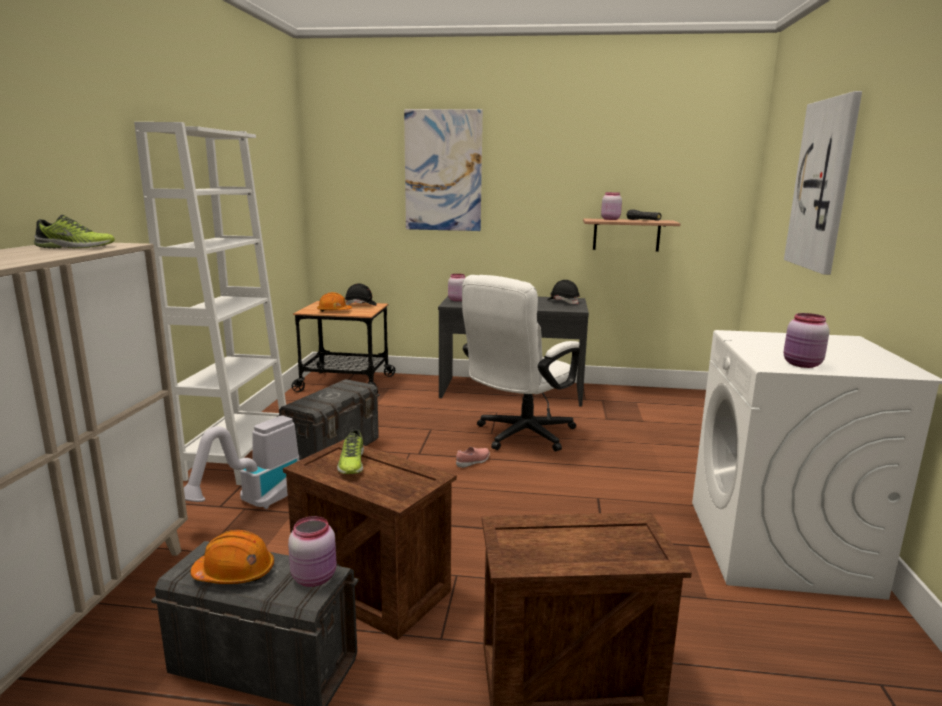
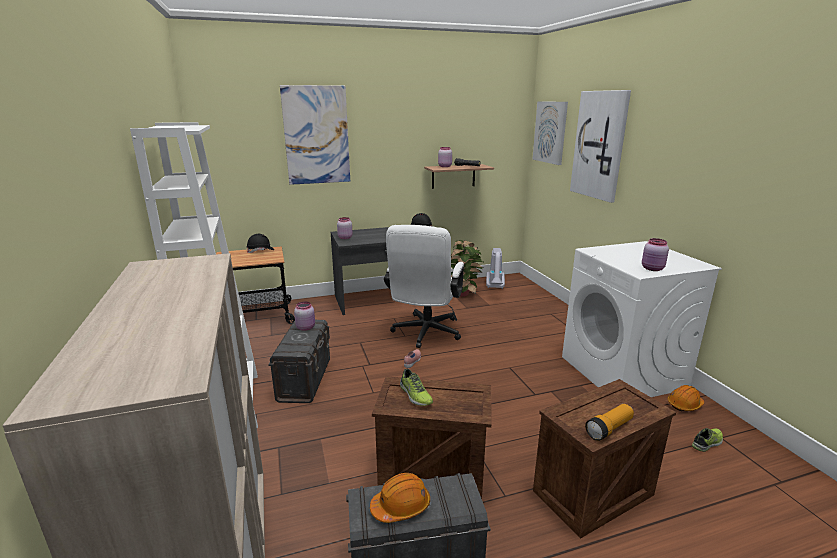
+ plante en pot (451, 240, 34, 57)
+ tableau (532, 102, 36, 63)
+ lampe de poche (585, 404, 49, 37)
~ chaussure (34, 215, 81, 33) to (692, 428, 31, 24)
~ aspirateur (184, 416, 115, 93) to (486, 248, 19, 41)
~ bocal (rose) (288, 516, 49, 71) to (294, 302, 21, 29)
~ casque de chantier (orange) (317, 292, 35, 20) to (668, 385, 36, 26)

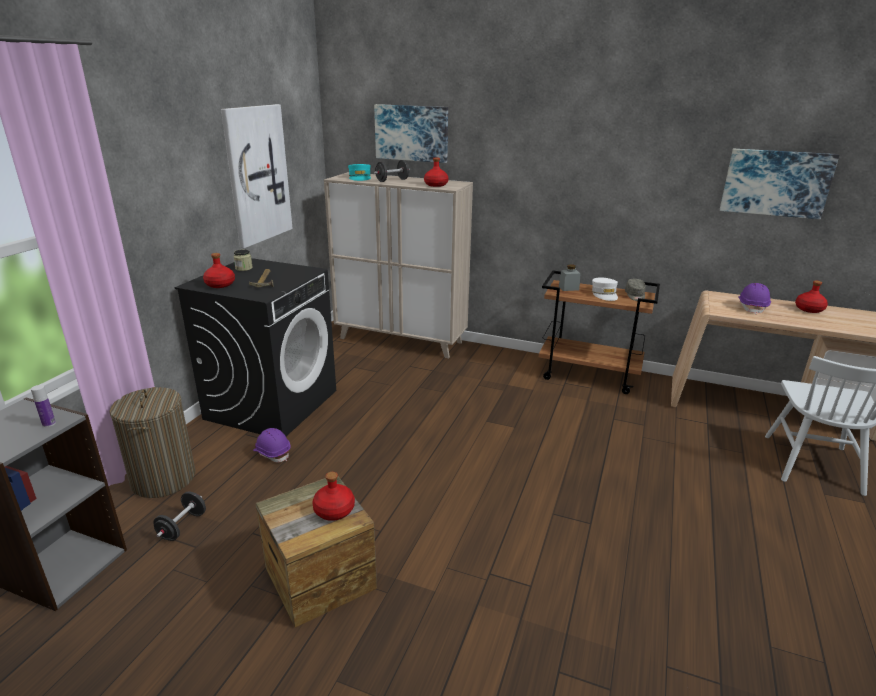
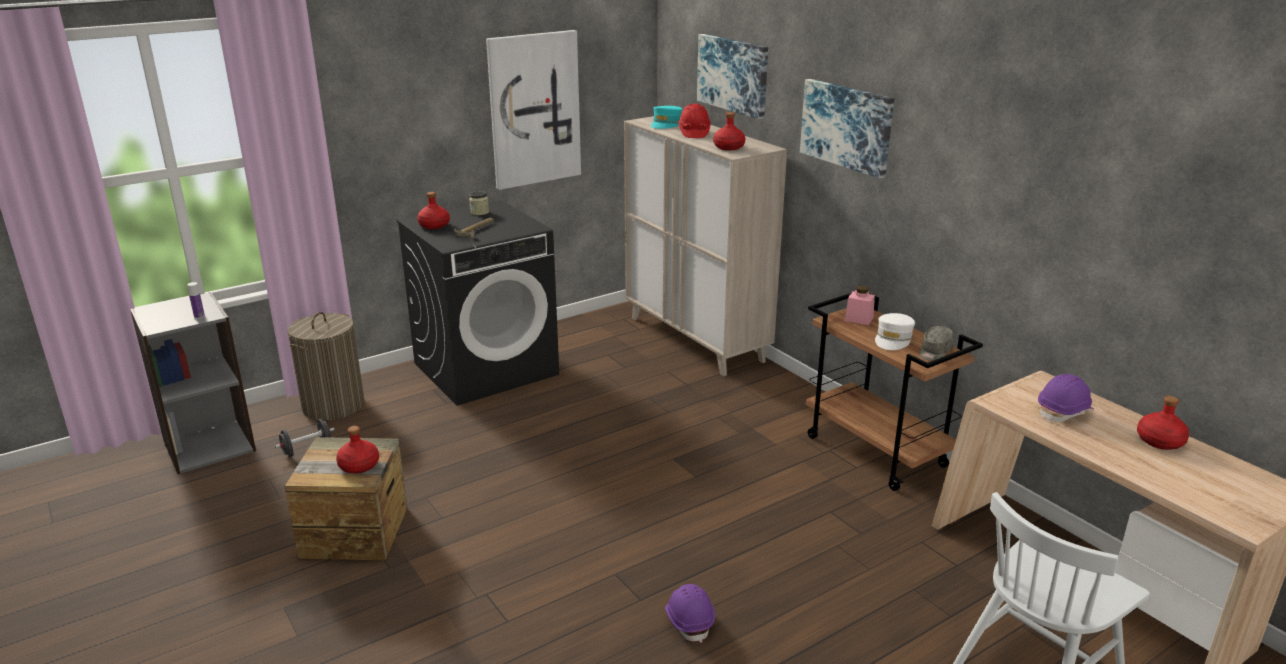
~ casque de chantier (violet) (253, 428, 37, 34) to (665, 584, 50, 59)
~ tableau (720, 149, 119, 70) to (800, 79, 94, 99)
~ haltère (noir) (374, 160, 36, 22) to casque de chantier (rouge) (678, 104, 33, 34)
~ bocal (gris) (559, 264, 22, 27) to bocal (rose) (845, 286, 30, 39)

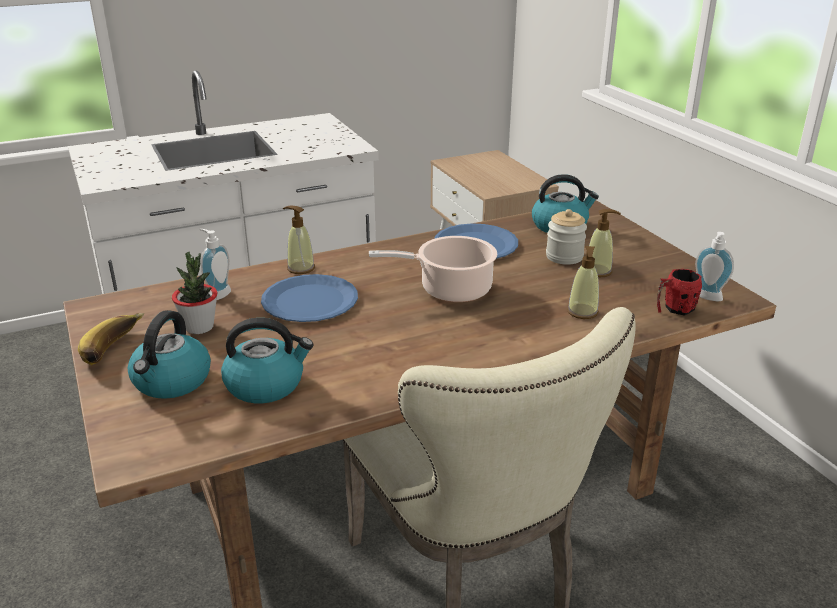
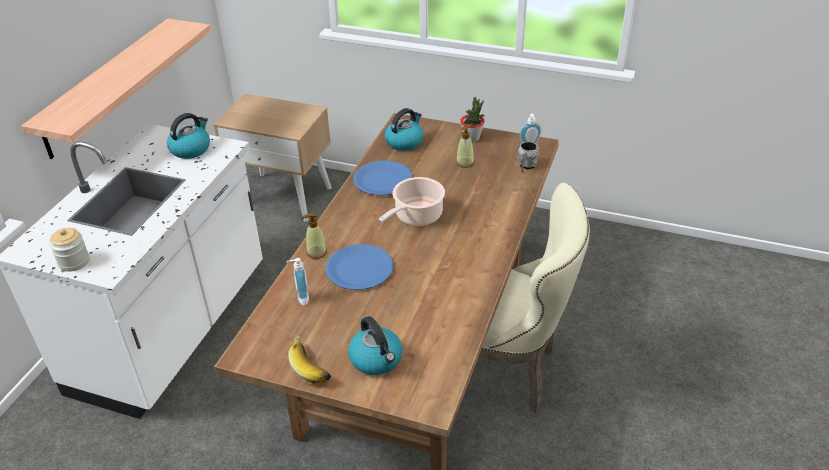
- distributeur de savon (567, 246, 32, 73)
+ étagère (21, 19, 190, 140)
~ plante en pot (172, 252, 46, 82) to (460, 97, 25, 45)
~ bouilloire (221, 318, 93, 85) to (167, 113, 43, 46)
~ bocal (546, 209, 41, 56) to (50, 228, 40, 43)
~ mug (rouge) (657, 269, 45, 47) to mug (gris) (518, 142, 21, 31)

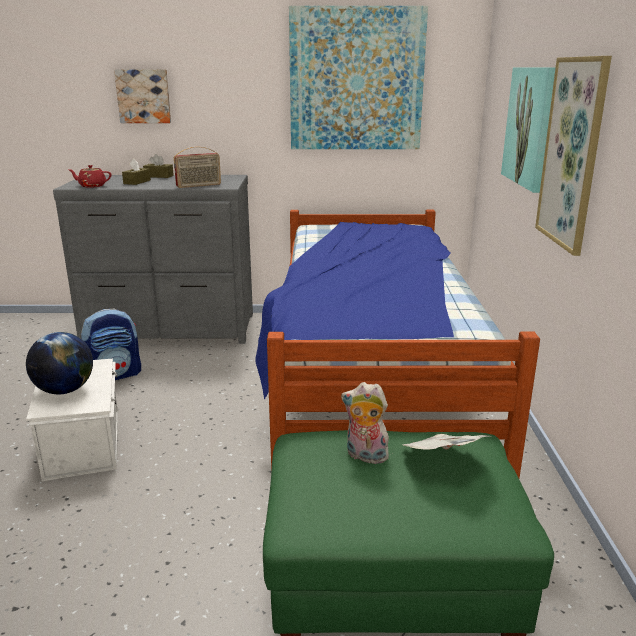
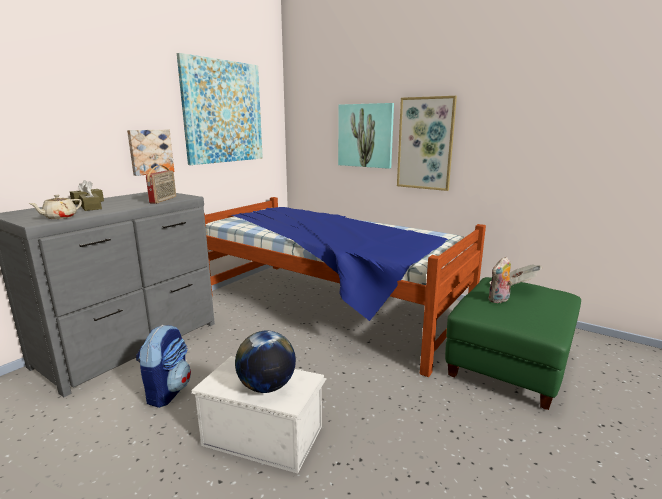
~ tableau (114, 69, 57, 54) to (127, 130, 47, 46)
~ théière (rouge) (68, 165, 43, 23) to théière (beige) (28, 195, 54, 24)

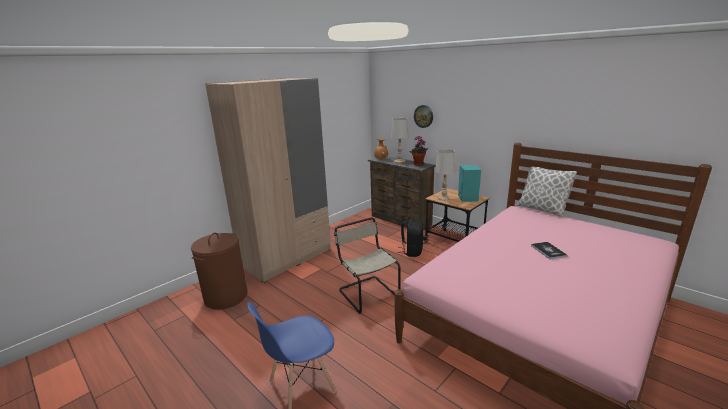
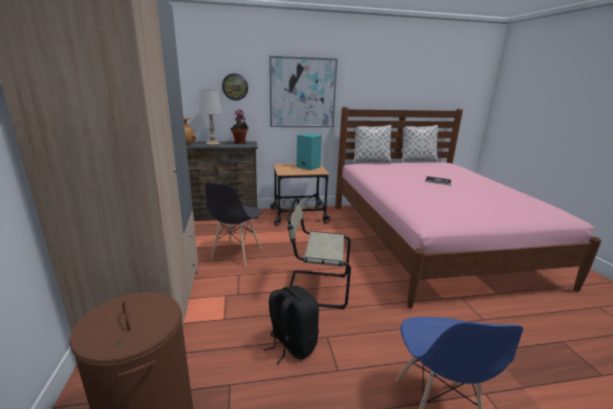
- lampe de table (blanc) (435, 149, 21, 51)
+ chaise (gris) (206, 183, 56, 83)
+ tableau (269, 56, 69, 71)
+ coussin (401, 125, 37, 37)
~ sac à dos (noir) (397, 217, 26, 40) to (263, 286, 56, 79)

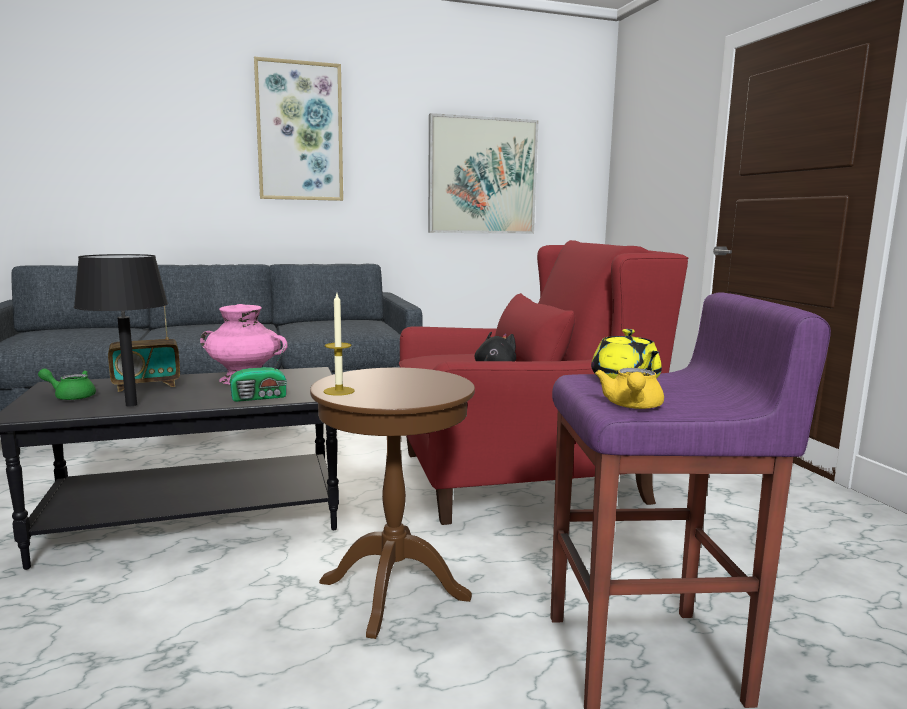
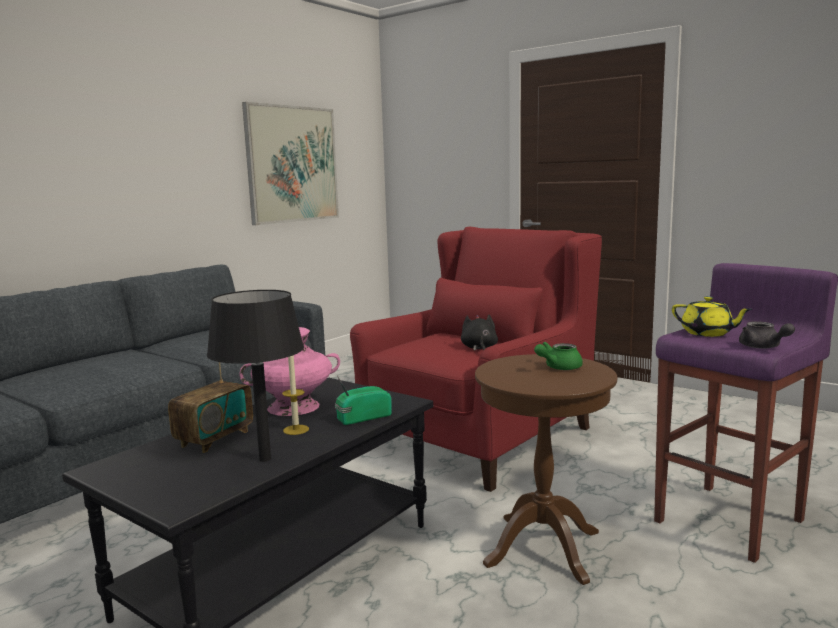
- tableau (254, 57, 89, 144)
~ théière (vert) (38, 368, 58, 32) to (534, 342, 49, 28)
~ bougie (324, 293, 31, 103) to (282, 355, 27, 80)
~ théière (jaune) (595, 368, 69, 41) to théière (gris) (739, 321, 56, 28)
~ radio (230, 344, 57, 58) = (335, 375, 57, 50) 150 degrees counterclockwise

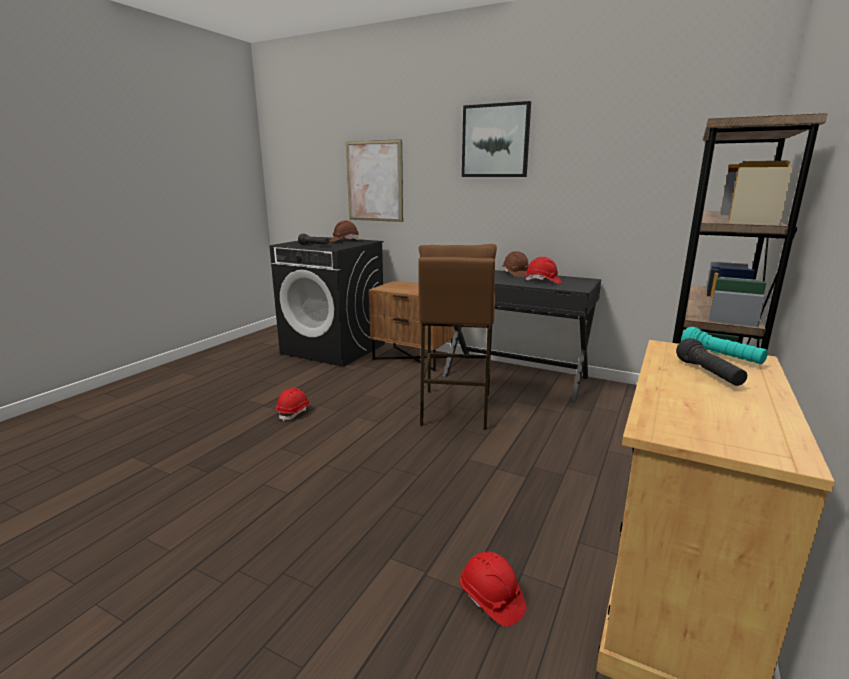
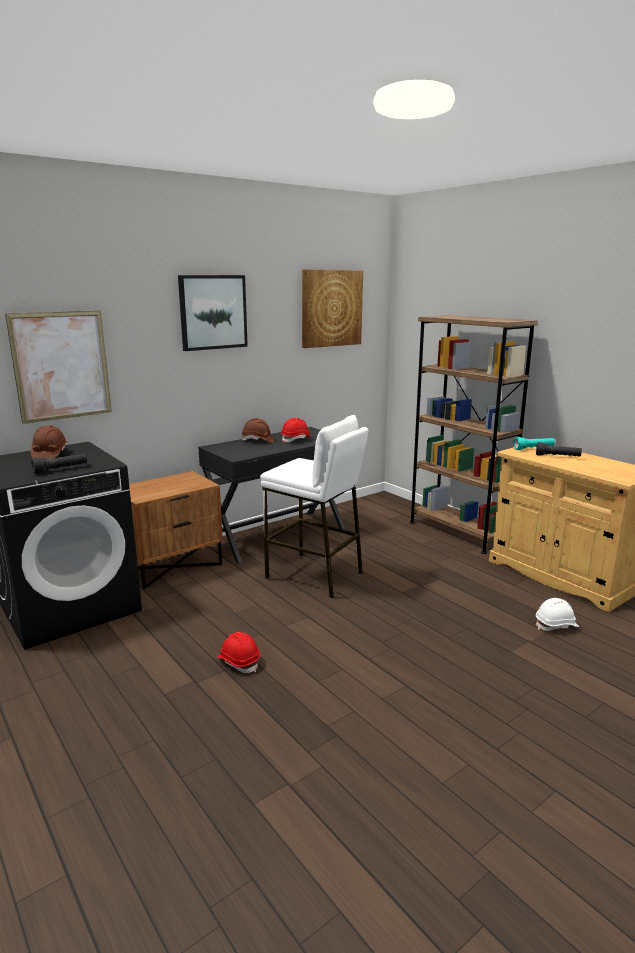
+ tableau (302, 269, 61, 79)
~ tabouret (marron) (418, 244, 79, 186) to tabouret (blanc) (260, 415, 108, 184)
~ casque de chantier (rouge) (460, 552, 66, 75) to casque de chantier (blanc) (536, 598, 43, 33)

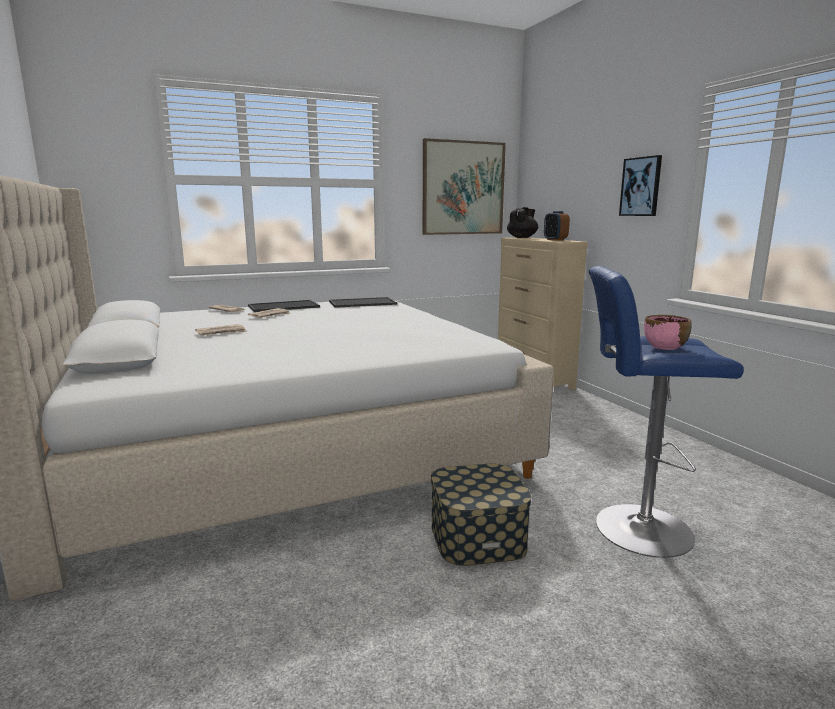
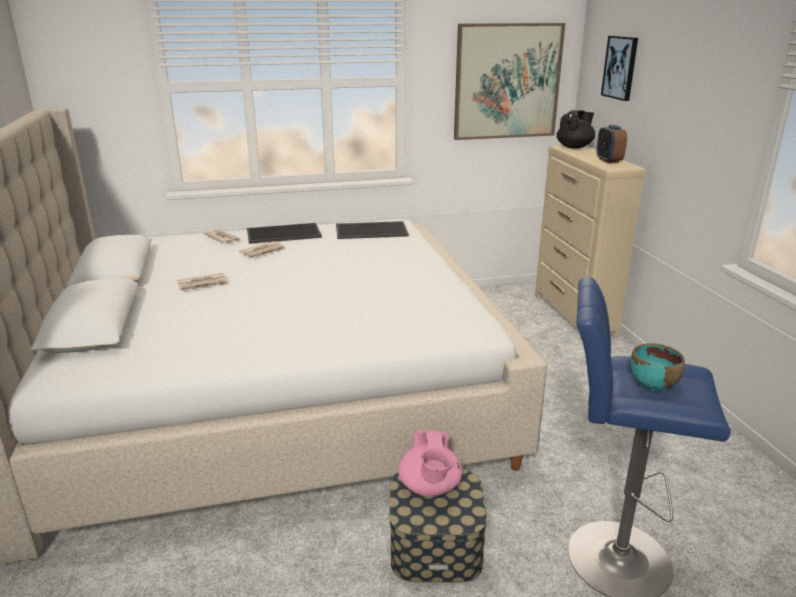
+ théière (rose) (398, 430, 64, 67)
~ tableau (619, 155, 43, 61) to (601, 36, 37, 65)
~ bol (rose) (644, 315, 48, 35) to bol (turquoise) (630, 343, 55, 48)

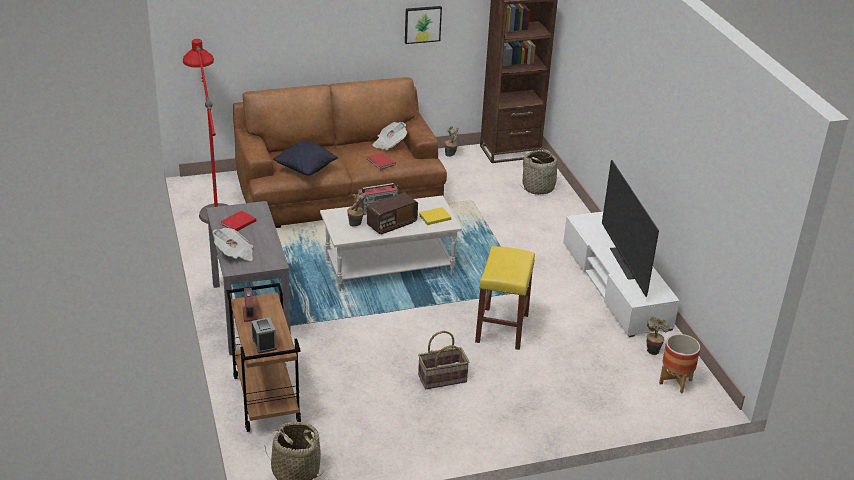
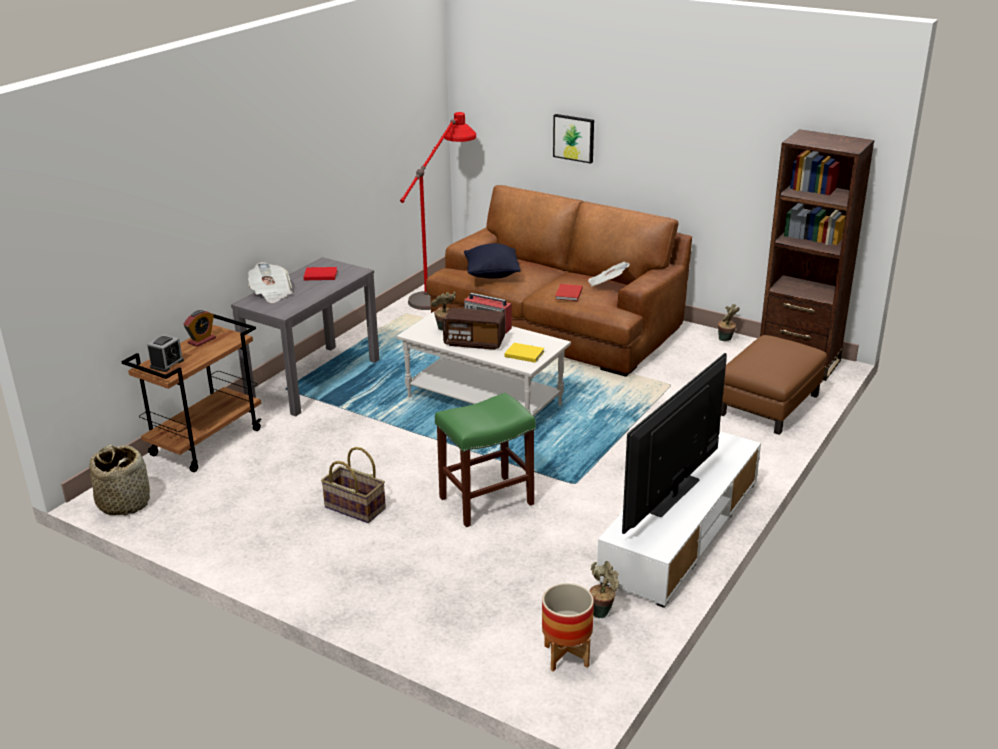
~ tableau (405, 6, 37, 38) to (553, 114, 41, 50)
~ panier (523, 148, 38, 47) to pouf (marron) (721, 335, 106, 100)
~ tabouret (jaune) (475, 246, 60, 104) to tabouret (vert) (435, 393, 101, 134)

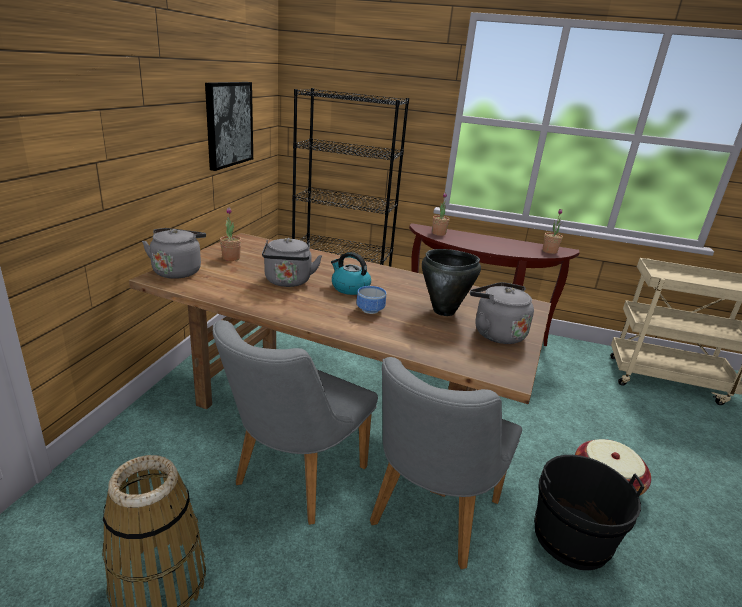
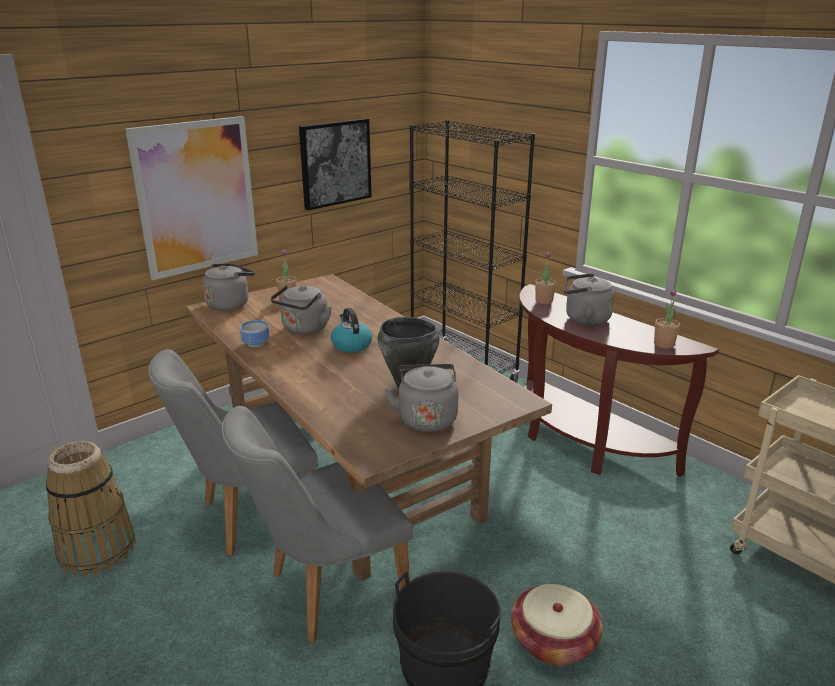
+ tableau (125, 116, 133, 164)
+ bouilloire (gris) (564, 273, 50, 52)
~ bol (356, 286, 30, 28) to (240, 320, 29, 27)

